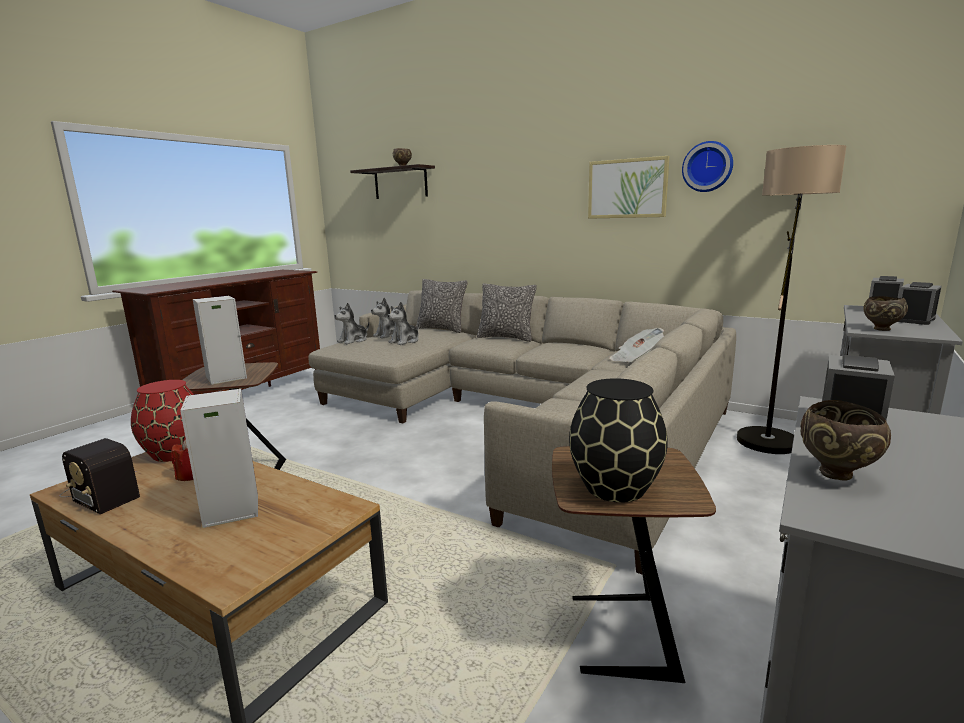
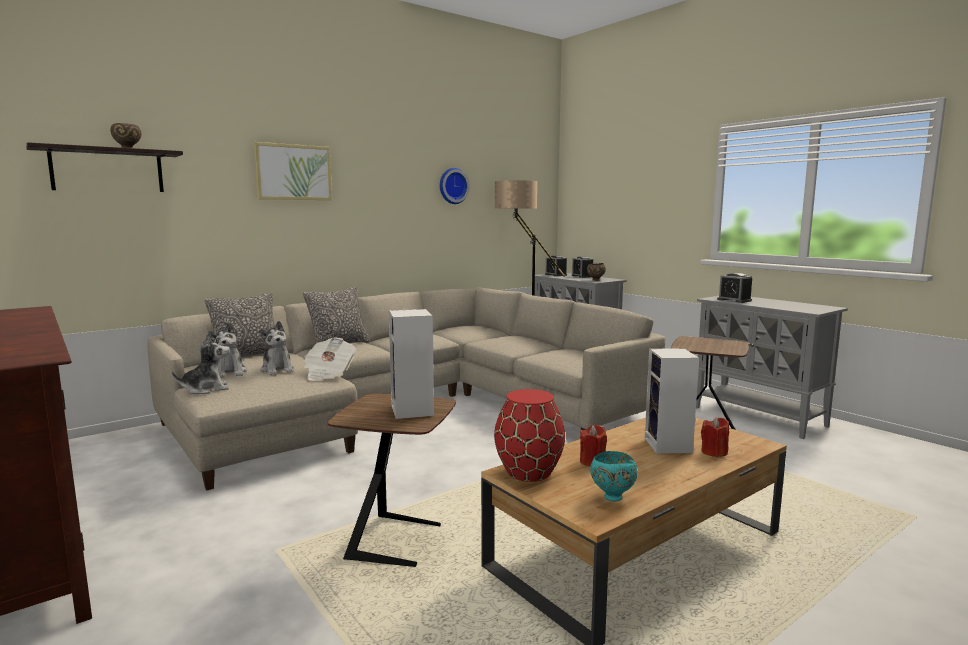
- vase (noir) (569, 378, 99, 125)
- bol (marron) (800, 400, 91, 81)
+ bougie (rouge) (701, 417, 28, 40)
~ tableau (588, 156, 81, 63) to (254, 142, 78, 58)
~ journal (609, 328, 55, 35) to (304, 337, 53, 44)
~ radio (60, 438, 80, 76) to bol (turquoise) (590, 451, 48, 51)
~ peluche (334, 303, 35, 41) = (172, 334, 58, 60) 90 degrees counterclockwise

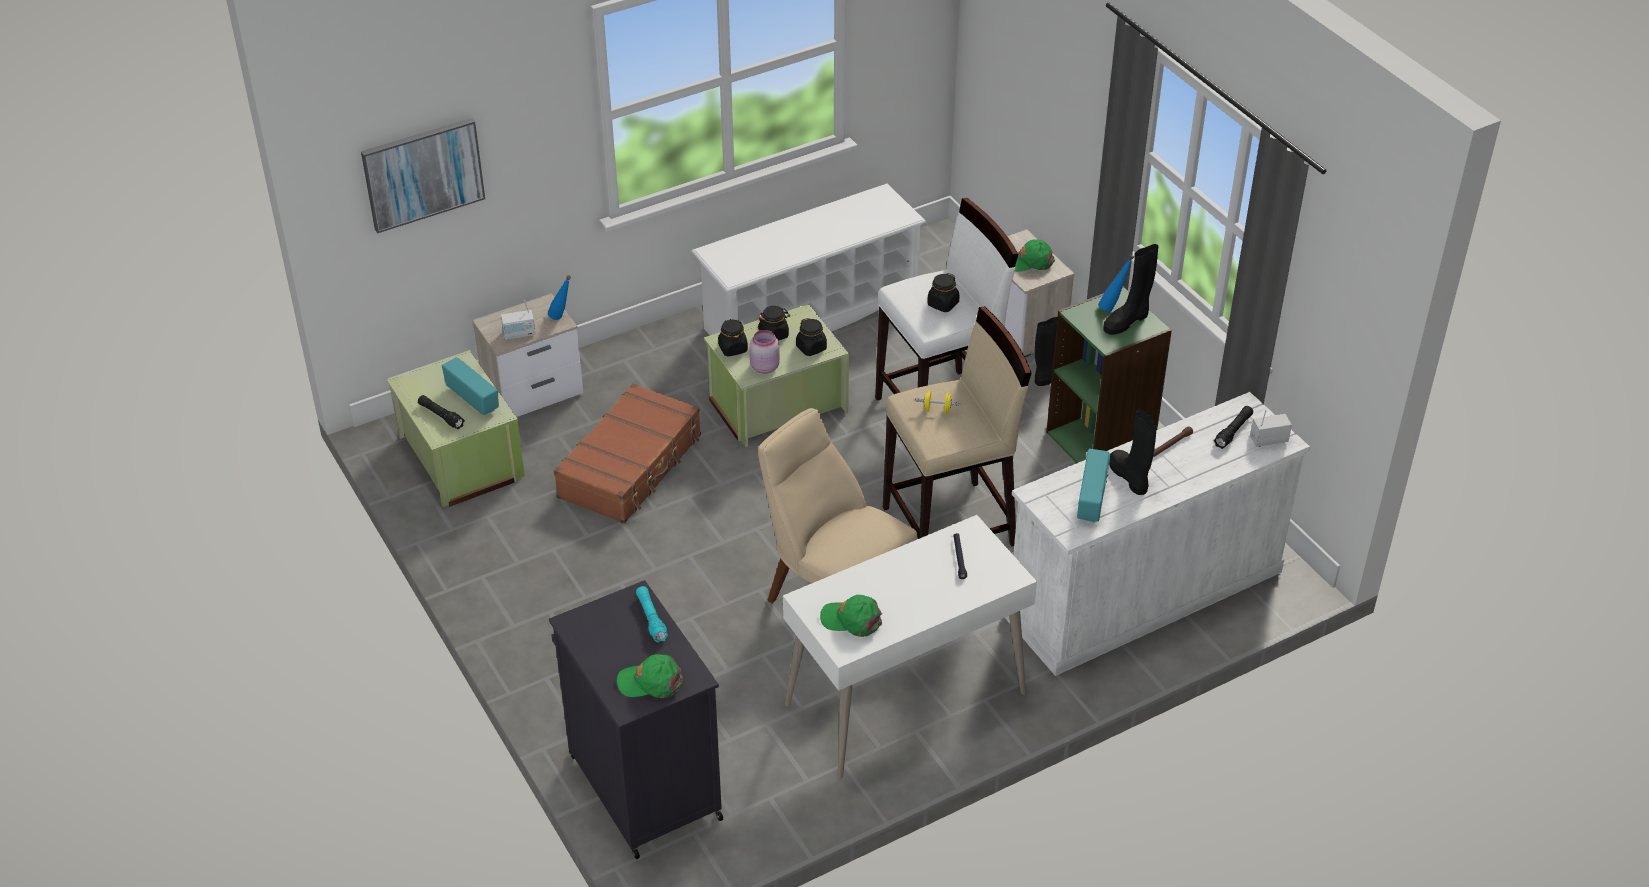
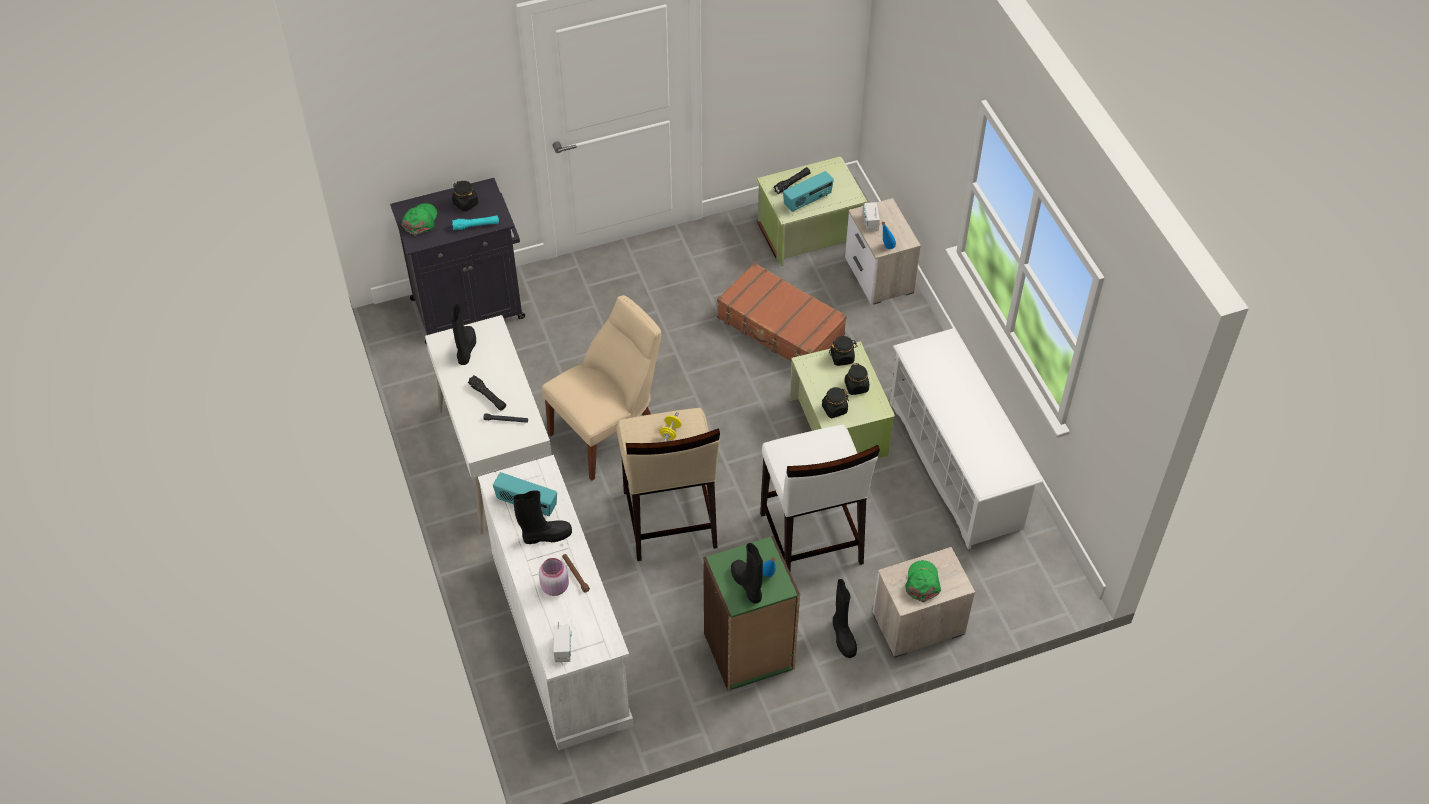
- tableau (361, 118, 124, 115)
~ bocal (rose) (749, 330, 31, 44) to (539, 558, 30, 38)
~ bocal (noir) (927, 273, 33, 39) to (452, 181, 26, 31)
~ lampe de poche (noir) (1214, 406, 39, 43) to (468, 375, 38, 36)
~ casquette (vert) (820, 595, 62, 42) to botte (noir) (451, 304, 25, 61)

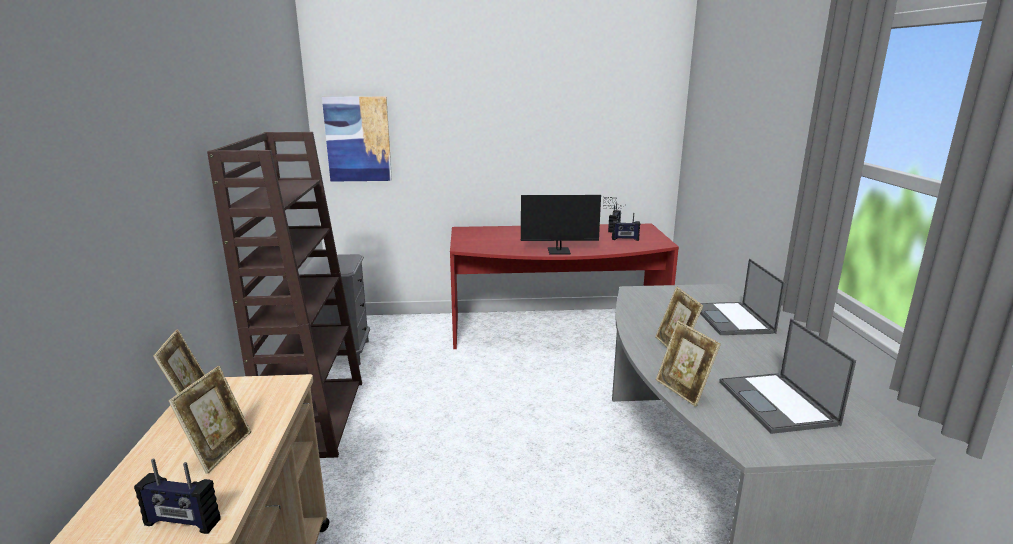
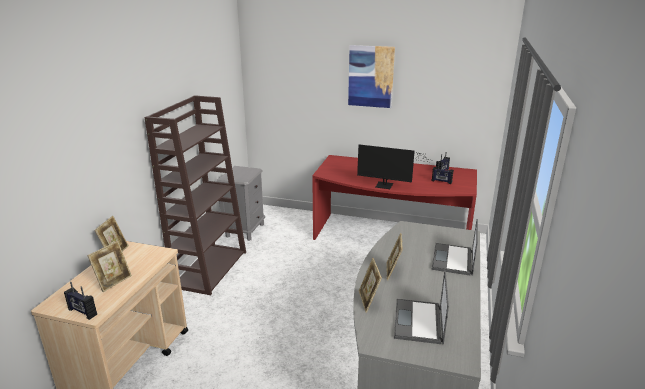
~ tableau (322, 97, 70, 85) to (348, 45, 47, 63)

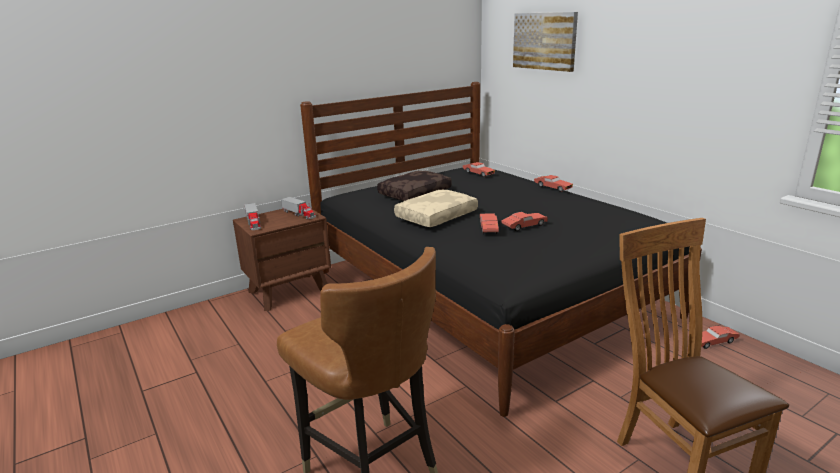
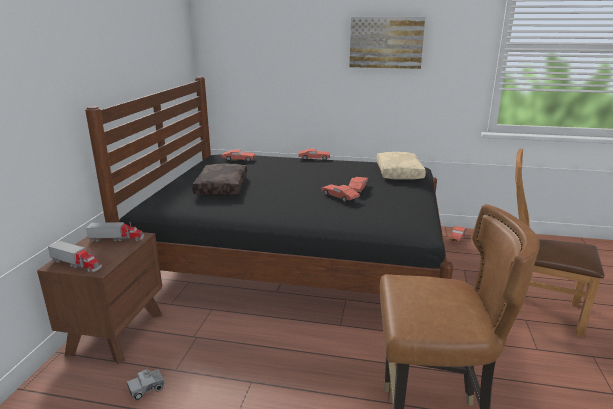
+ camion jouet (127, 369, 38, 31)
~ coussin (beige) (394, 190, 84, 37) to (376, 152, 50, 28)
~ tableau (513, 12, 65, 60) to (349, 17, 76, 52)

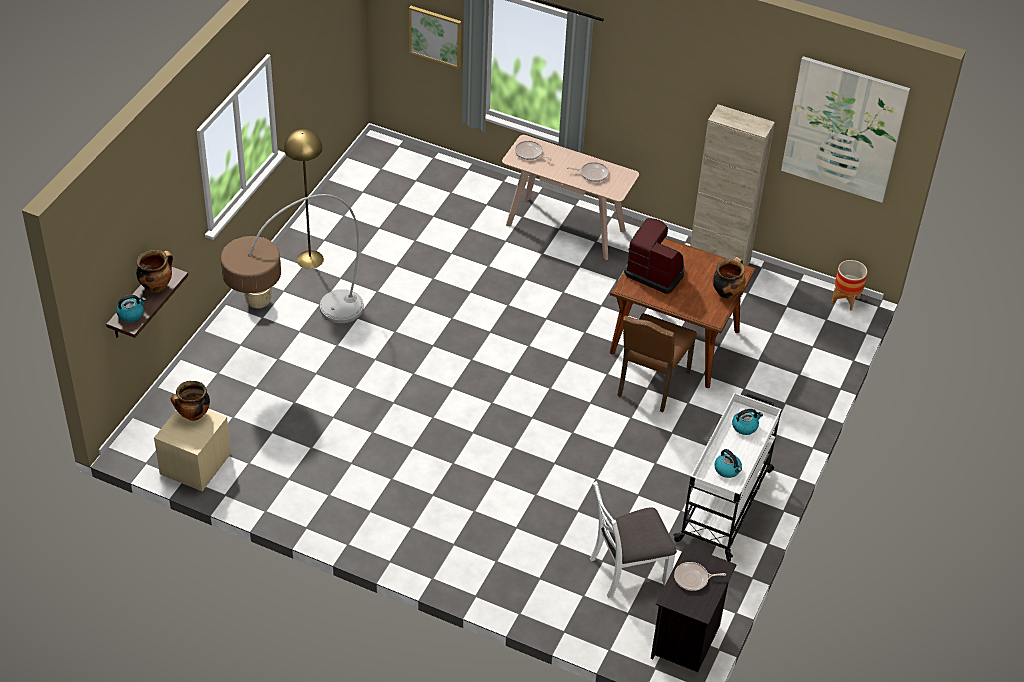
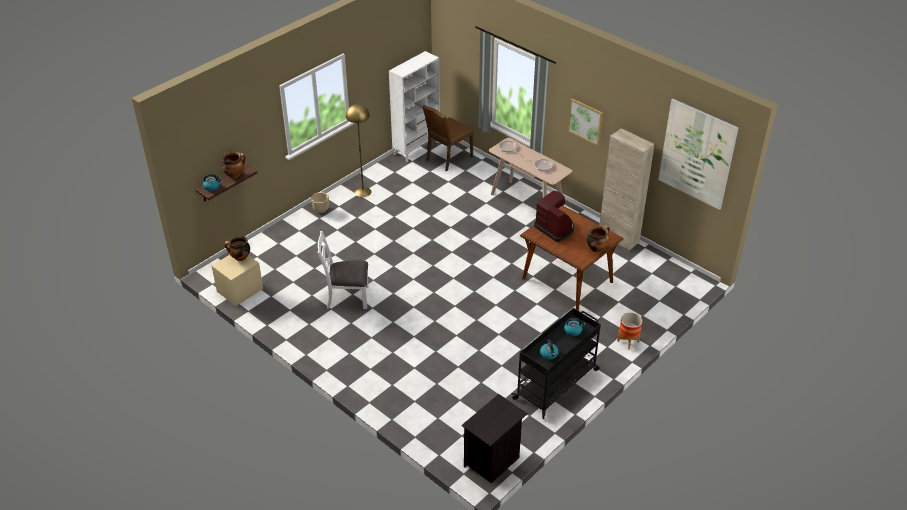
- lampadaire (221, 194, 143, 129)
- poêle (674, 562, 52, 29)
+ bibliothèque (blanc) (389, 51, 51, 111)
~ tableau (409, 6, 52, 63) to (568, 98, 35, 48)
~ chaise (blanc) (590, 481, 87, 117) to (317, 231, 52, 78)
~ chaise (marron) (617, 313, 80, 99) to (422, 105, 52, 66)
~ cache-pot (832, 260, 36, 51) to (617, 312, 25, 37)
~ chariot (blanc) (673, 392, 109, 169) to chariot (noir) (511, 308, 90, 111)

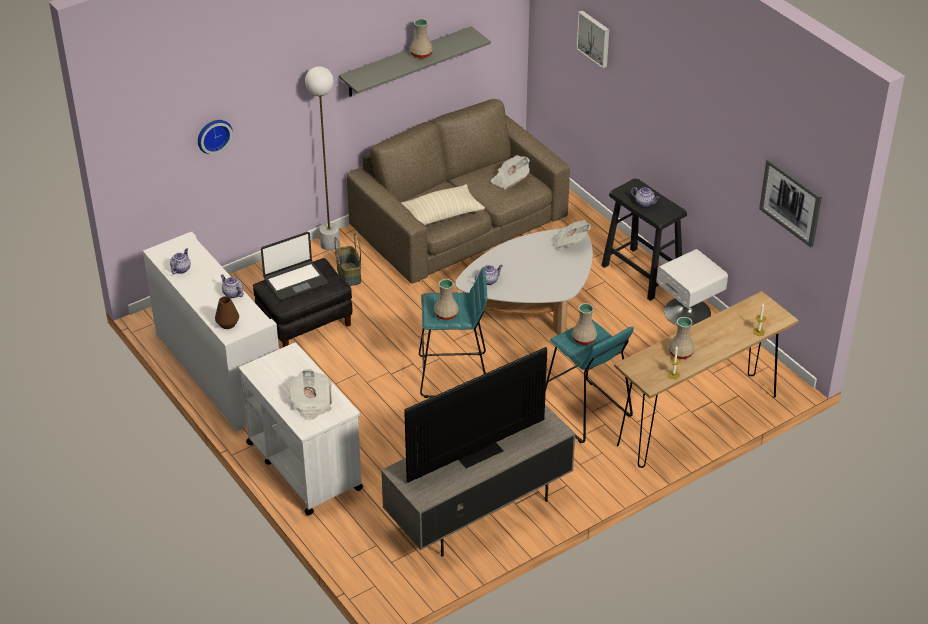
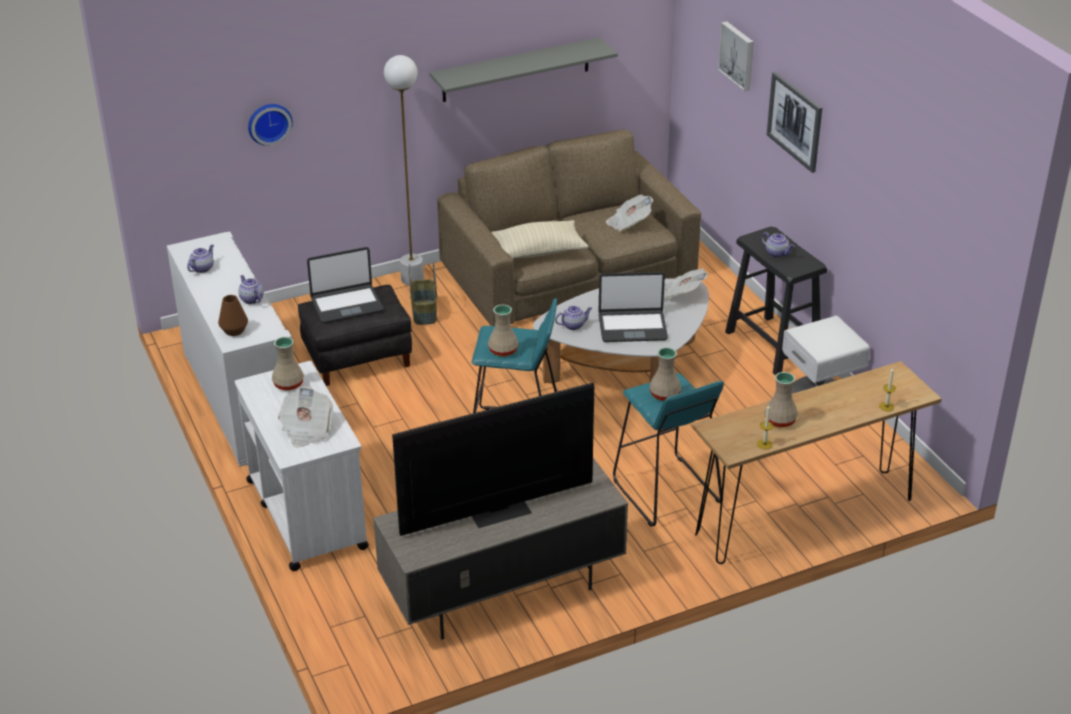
+ ordinateur portable (598, 272, 70, 70)
~ vase (beige) (410, 19, 23, 40) to (272, 337, 32, 54)
~ tableau (759, 158, 63, 89) to (767, 72, 55, 101)

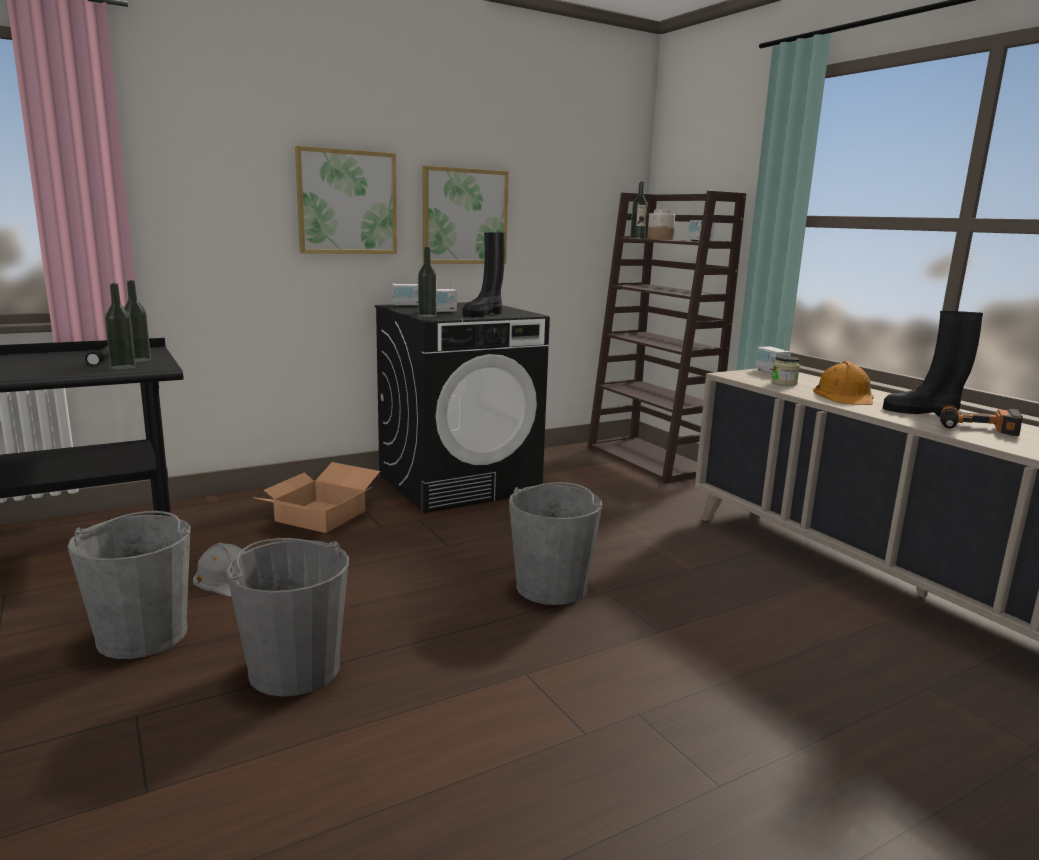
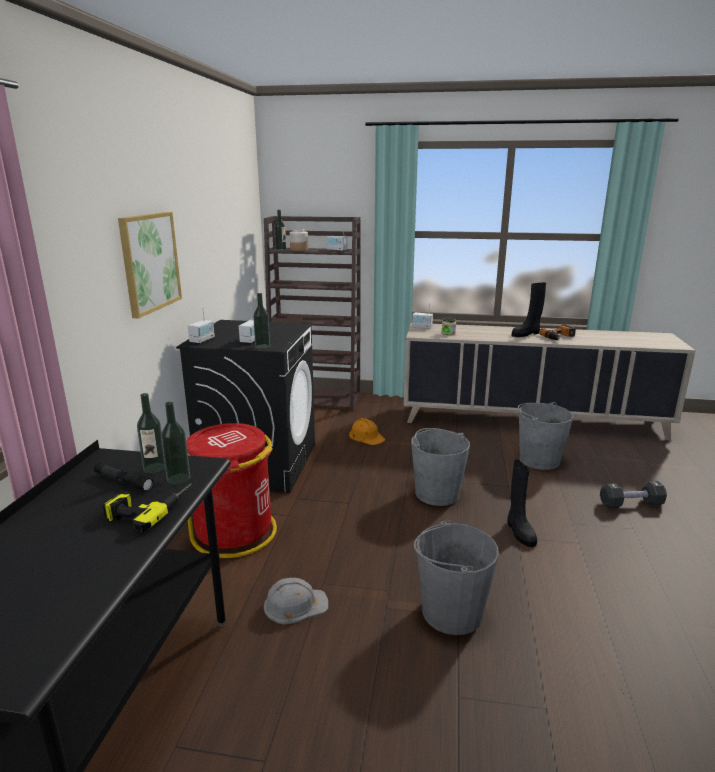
- tableau (423, 166, 86, 98)
+ perceuse (103, 483, 89, 49)
+ haltère (noir) (600, 481, 67, 27)
~ seau (gris) (67, 511, 124, 148) to (518, 402, 55, 68)
~ botte (noir) (463, 232, 42, 85) to (507, 460, 30, 87)
~ casque de chantier (orange) (813, 361, 61, 44) to (349, 418, 36, 27)
~ carton (252, 462, 128, 71) to poubelle (rouge) (186, 423, 91, 135)

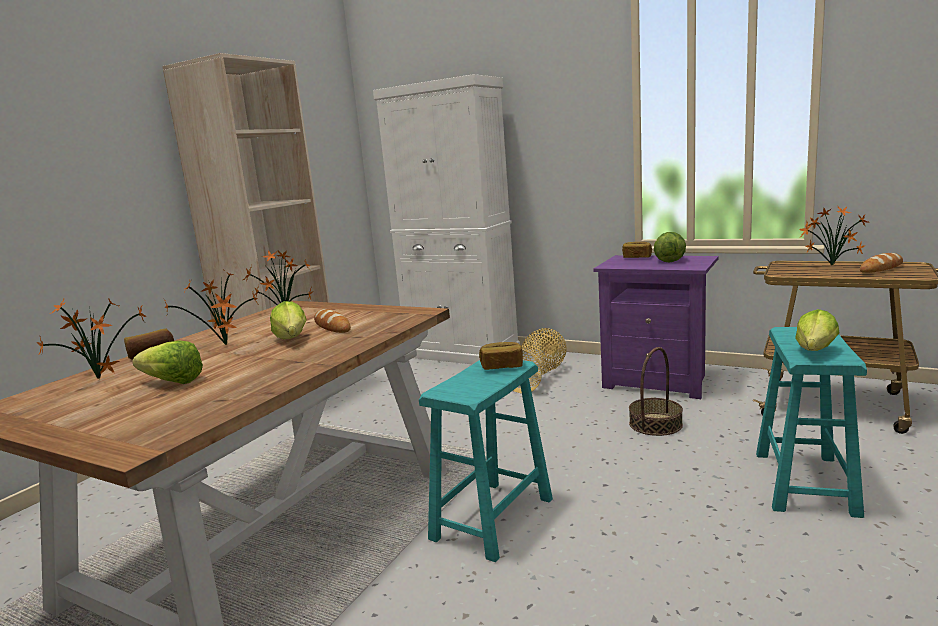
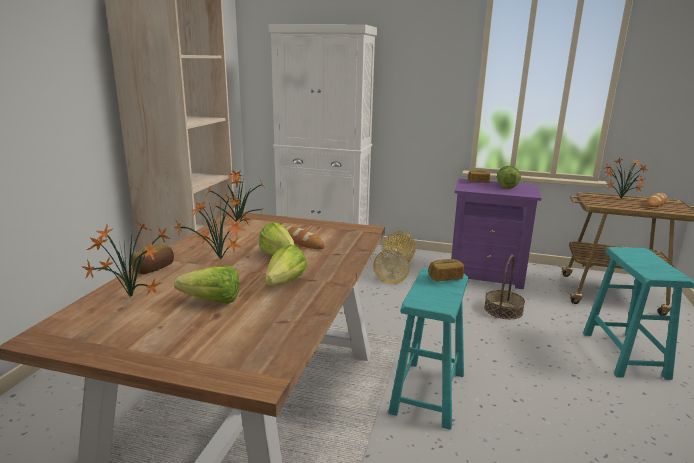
~ laitue (795, 309, 44, 42) to (265, 244, 42, 42)

